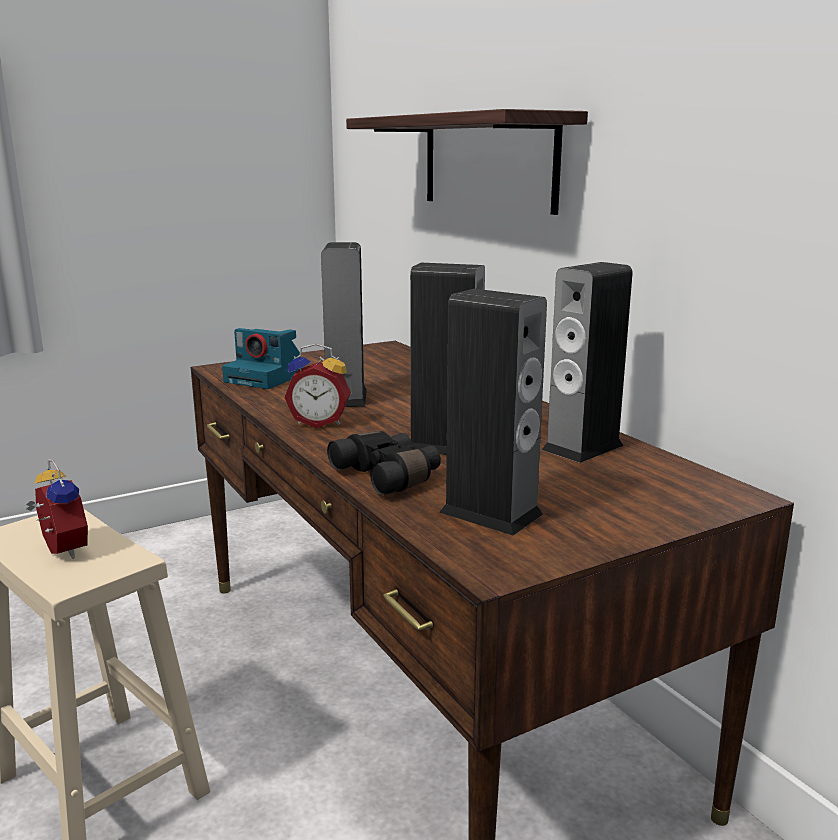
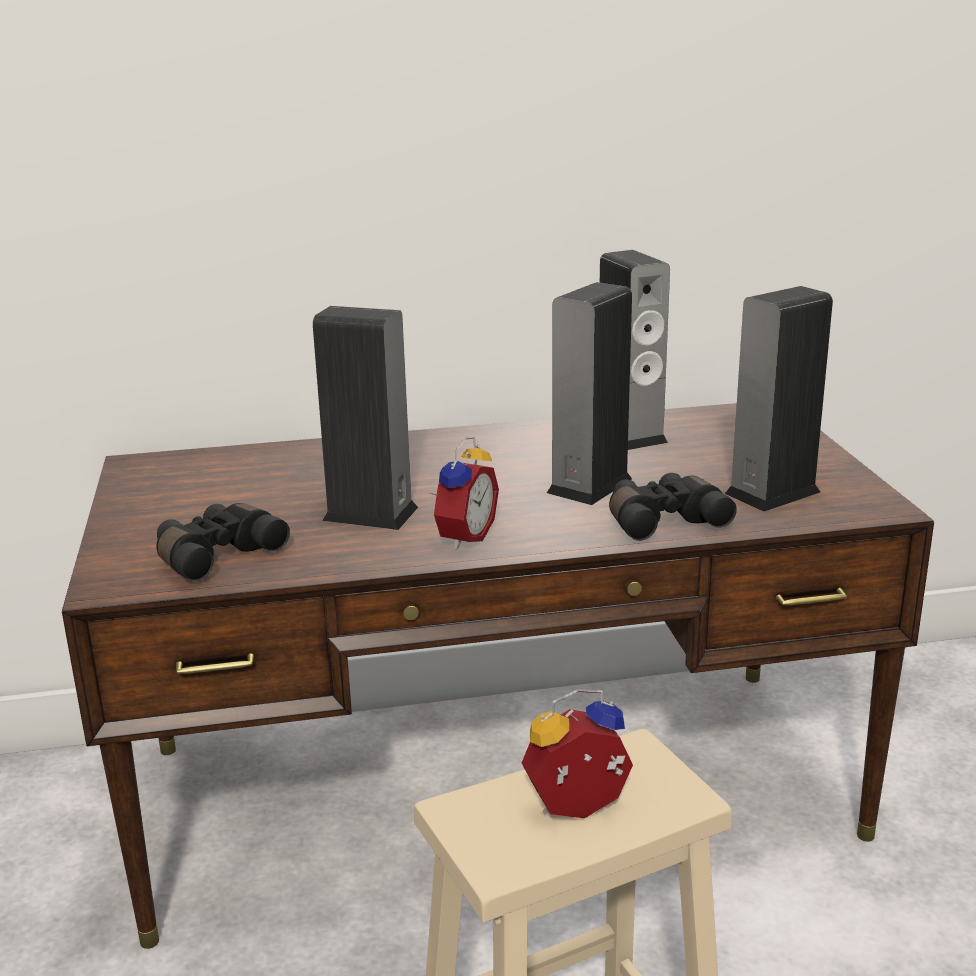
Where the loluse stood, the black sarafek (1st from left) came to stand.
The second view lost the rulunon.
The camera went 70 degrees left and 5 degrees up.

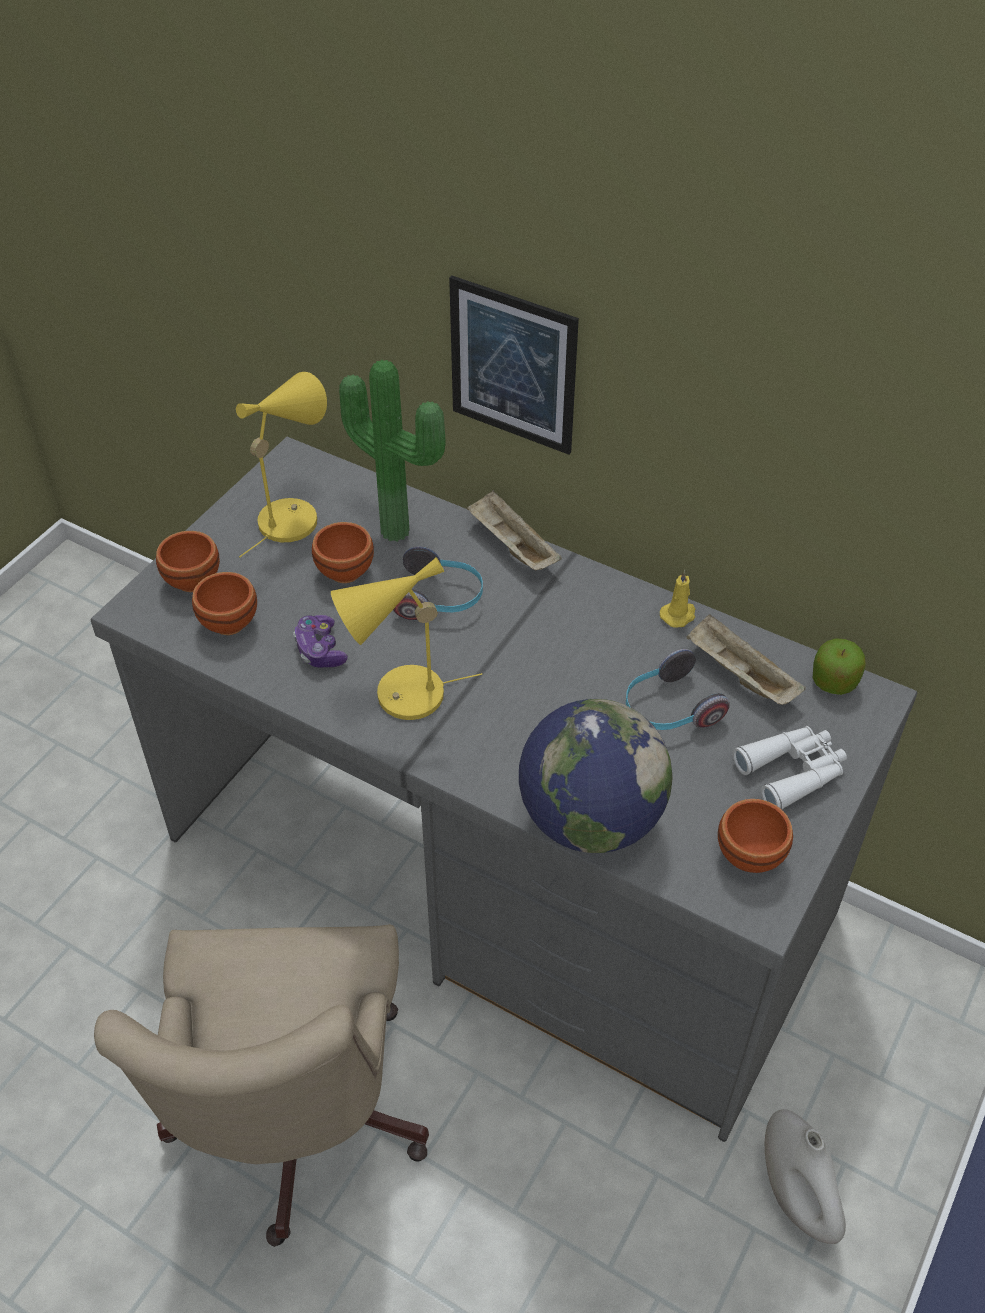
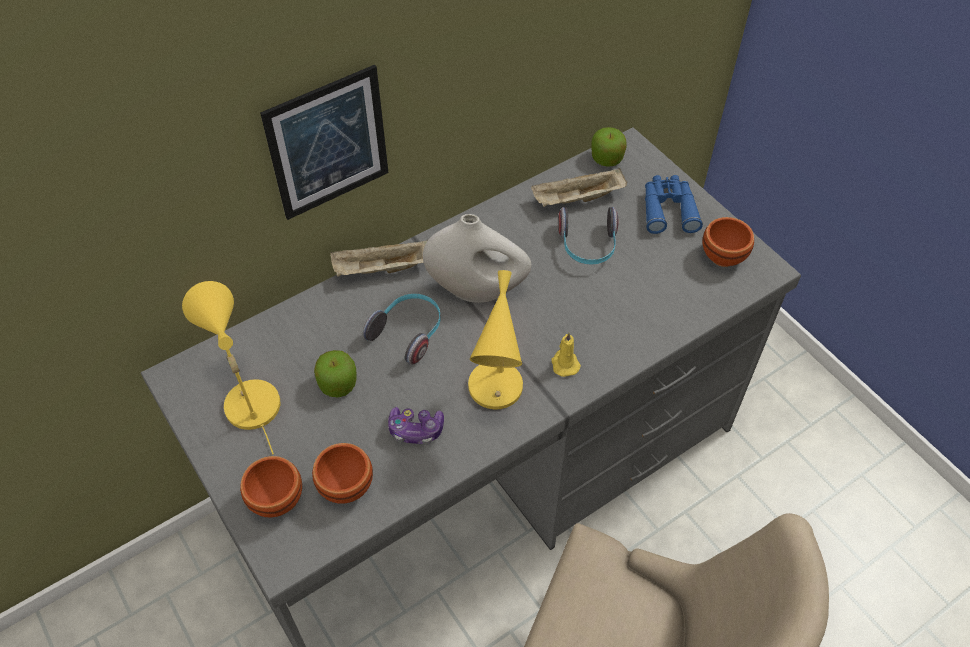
Where the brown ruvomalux (3rd from left) stood, the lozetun (1st from left) came to stand.
The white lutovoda ended up elsewhere.
The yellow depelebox ended up elsewhere.
What was the white sarafek turned into the blue sarafek.
The second view lost the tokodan.
The second view lost the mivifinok.
The camera went 65 degrees left and 5 degrees up.

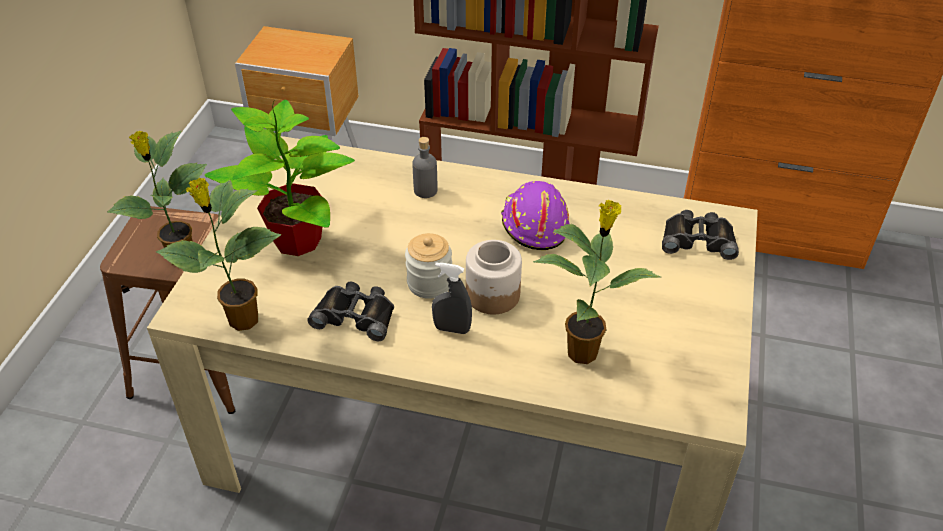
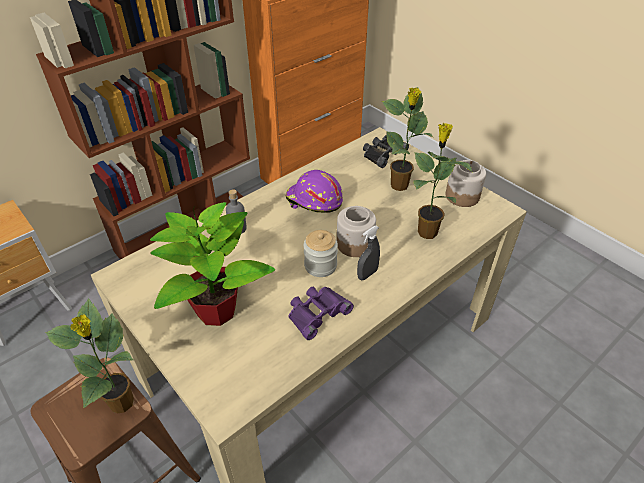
What was the black sarafek (1st from left) turned into the purple sarafek.
The tokodan (2nd from left in the first image) ended up elsewhere.
The second view gained the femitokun (3rd from left).
The camera went 55 degrees left and 0 degrees up.

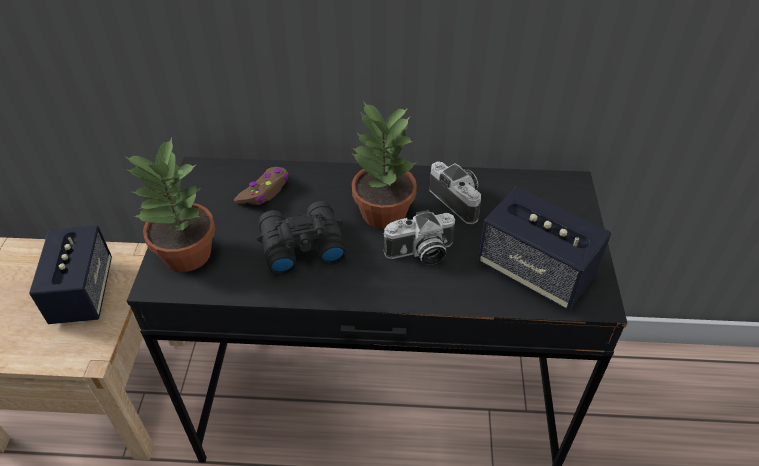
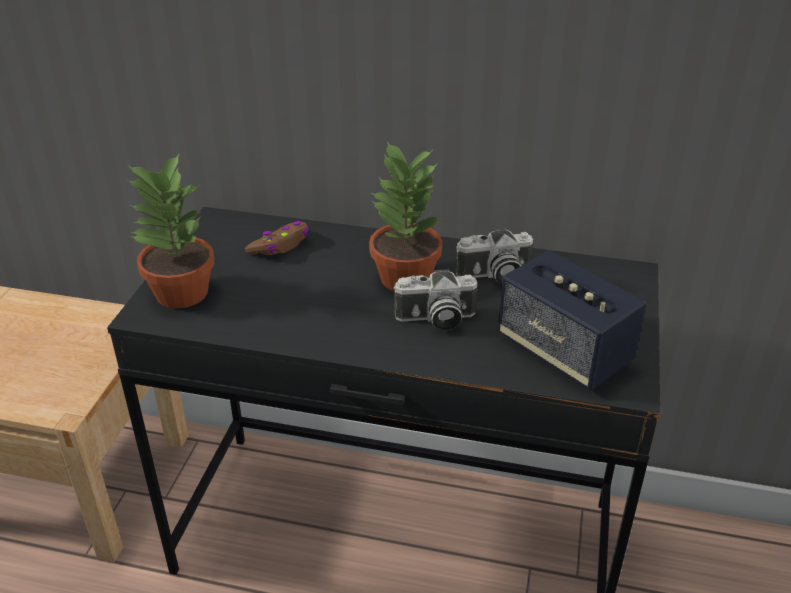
The loluse (2nd from left) ended up facing another way, 105 degrees clockwise from before.
The second view lost the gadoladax (1st from left).
The second view lost the black sarafek.
The camera went 10 degrees right and 10 degrees down.

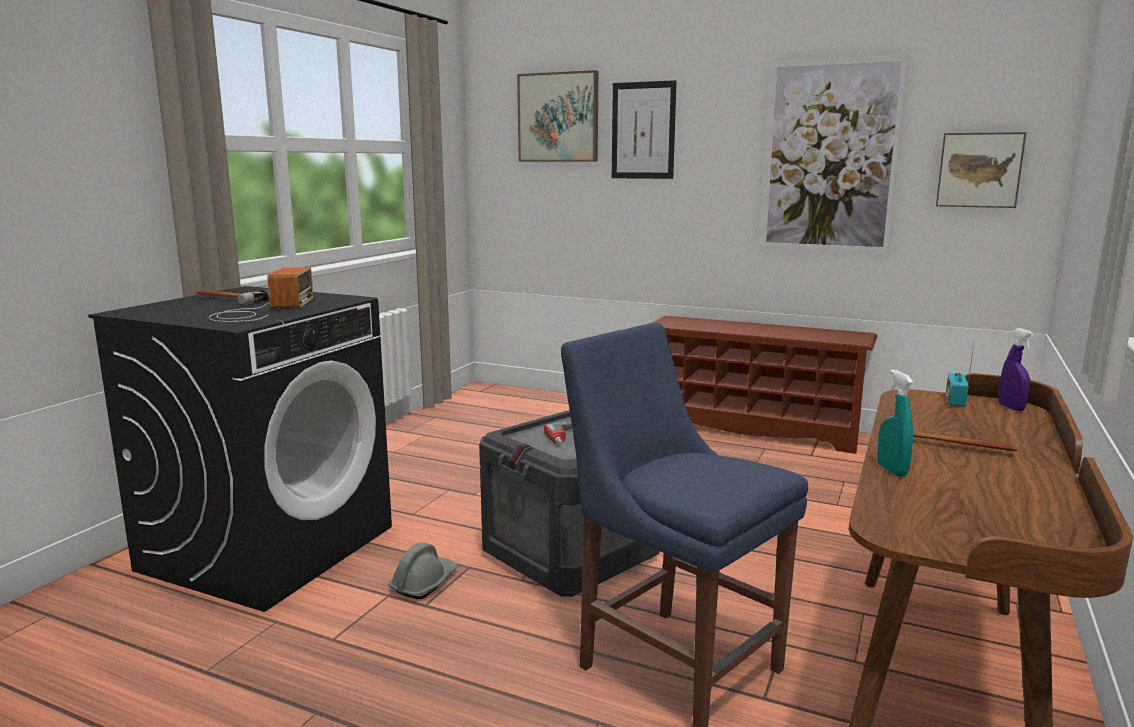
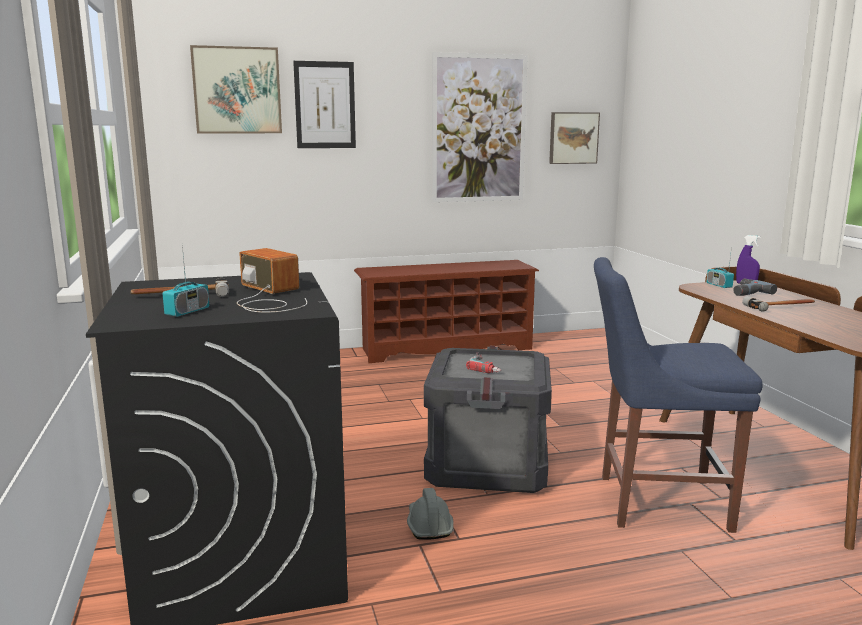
The second view gained the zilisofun (1st from left).
The second view gained the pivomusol (2nd from left).
The second view lost the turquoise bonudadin.
The camera went 40 degrees left and 0 degrees up.

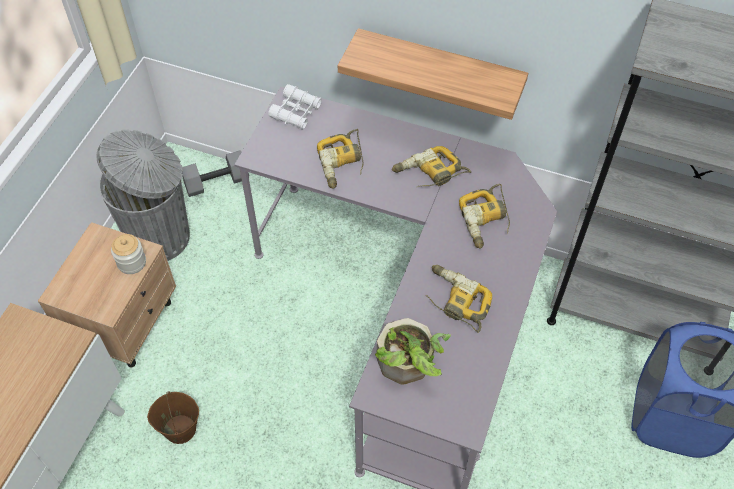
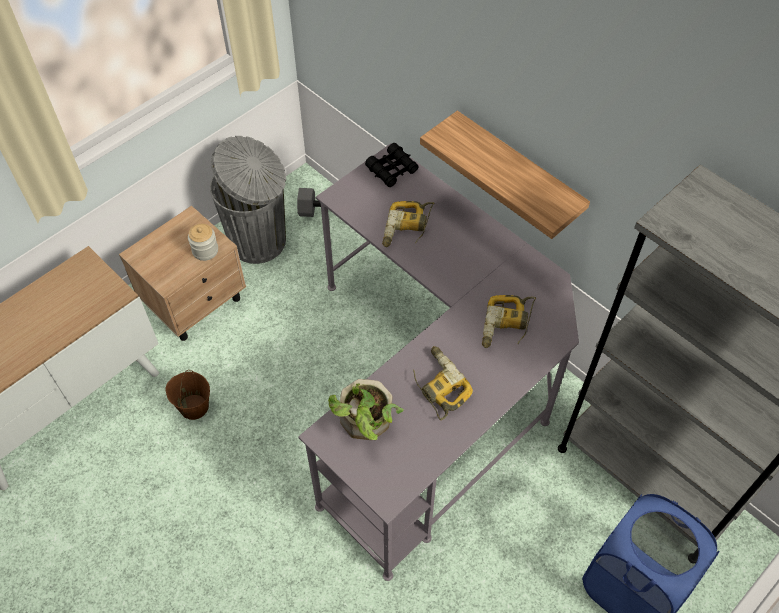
What was the white sarafek turned into the black sarafek.
The second view lost the pivomusol (2nd from left).
The camera went 25 degrees right and 0 degrees up.

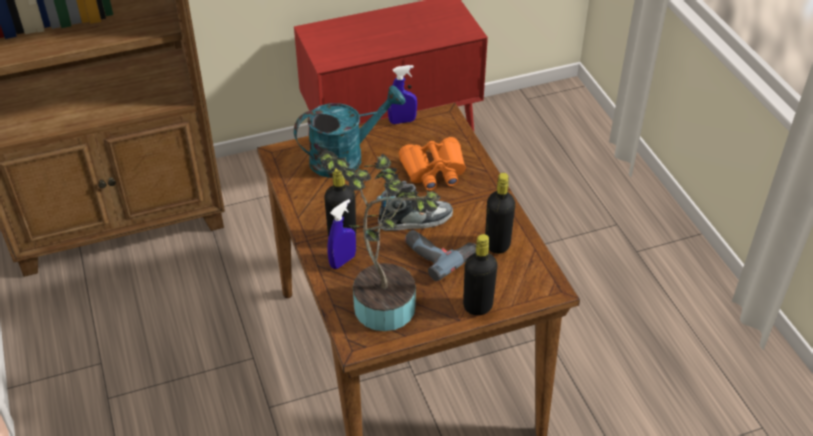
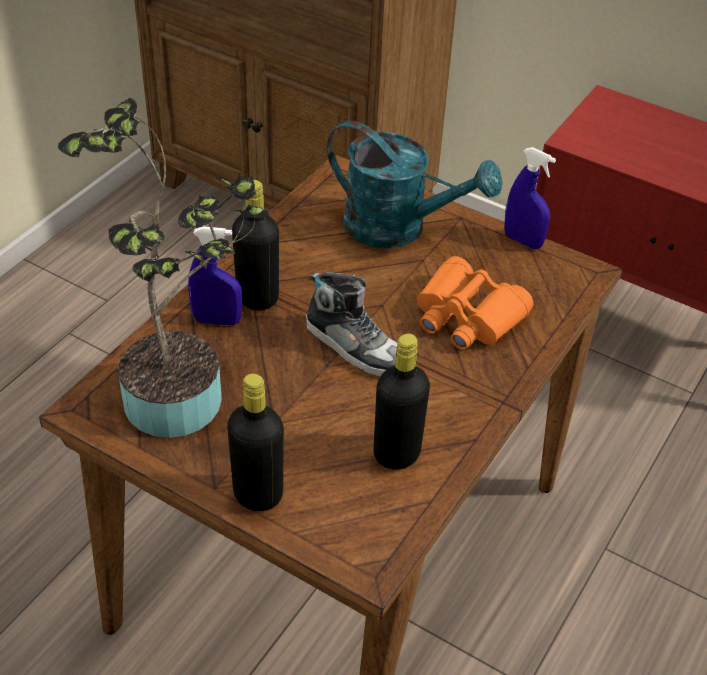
The second view lost the pivomusol.
The camera went 50 degrees right and 0 degrees up.

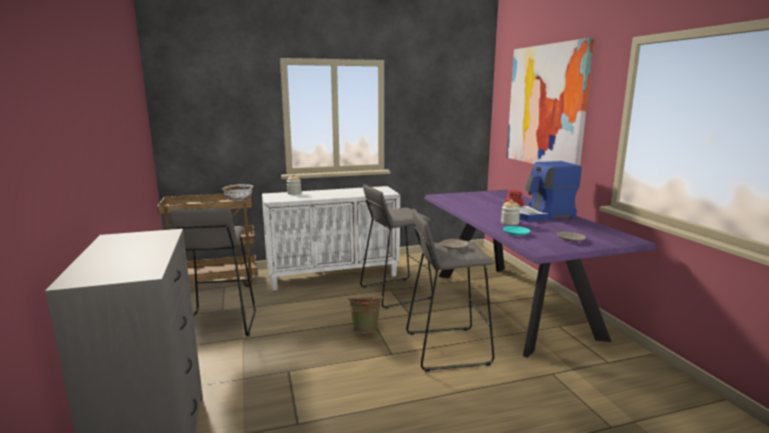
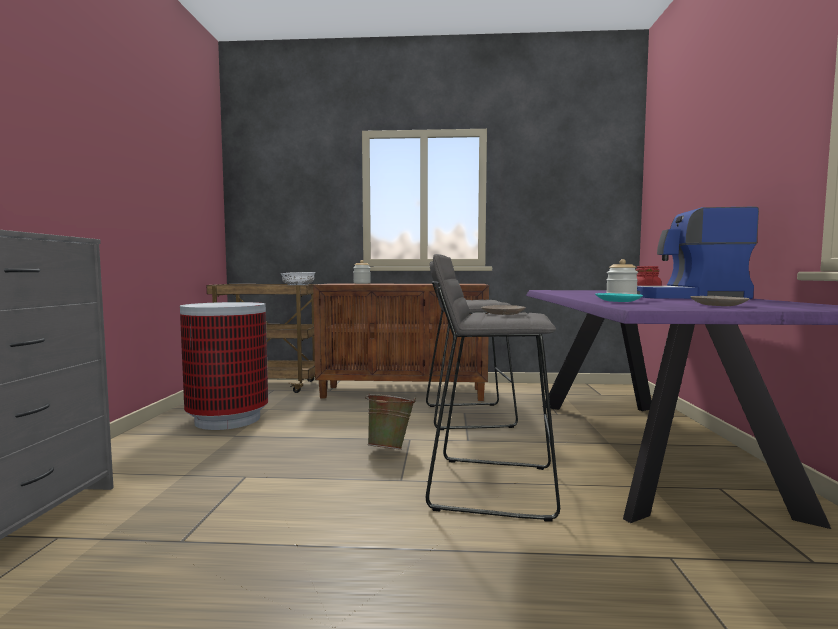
Where the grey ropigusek (1st from left) stood, the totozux came to stand.
What was the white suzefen turned into the brown suzefen.
The second view lost the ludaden.
The camera went 20 degrees right and 10 degrees down.

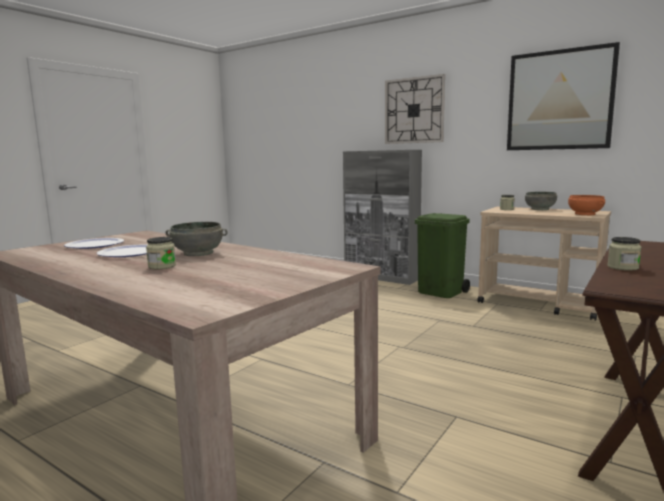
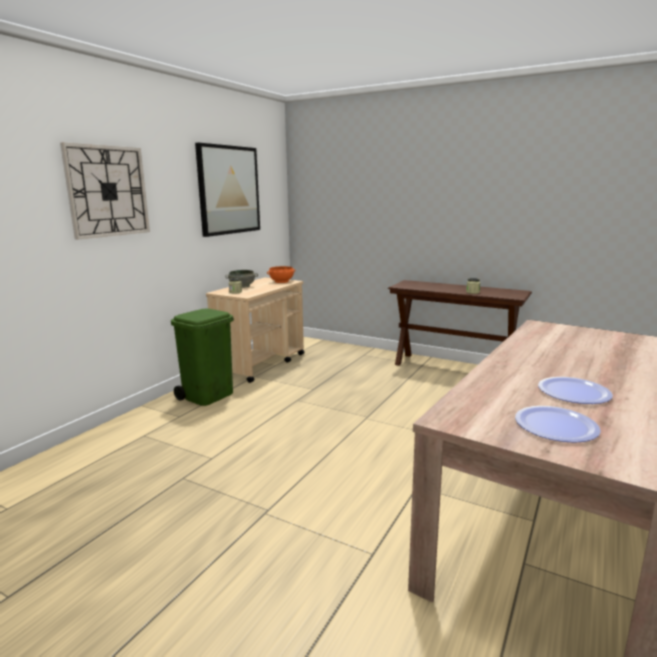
The second view lost the femitokun (1st from left).
The second view lost the grey ruvomalux (1st from left).
The second view lost the grey suzefen.
The camera went 95 degrees left and 5 degrees up.

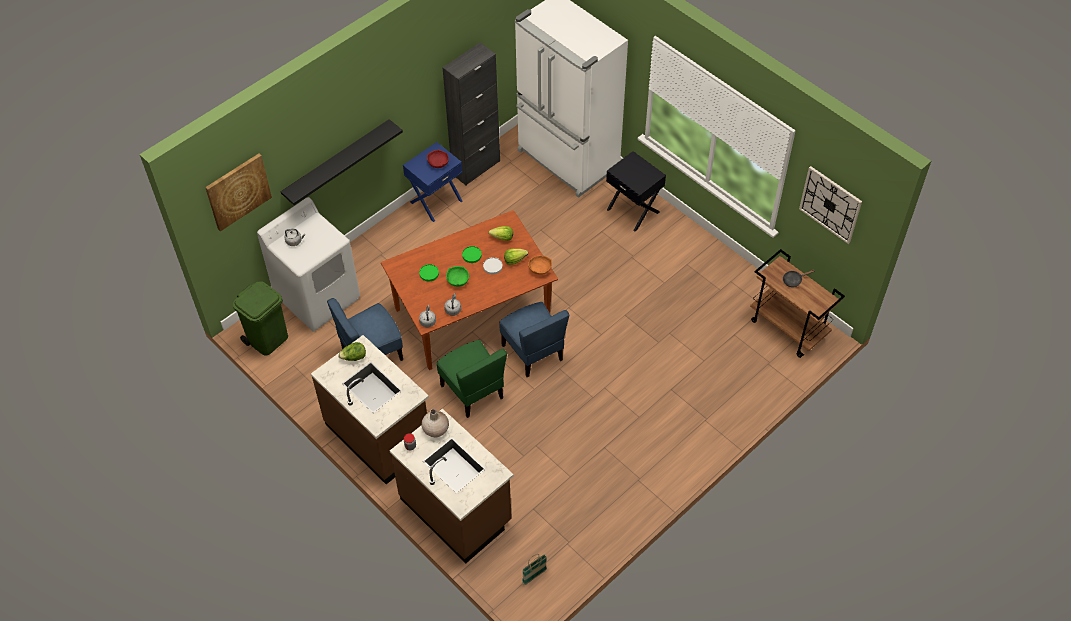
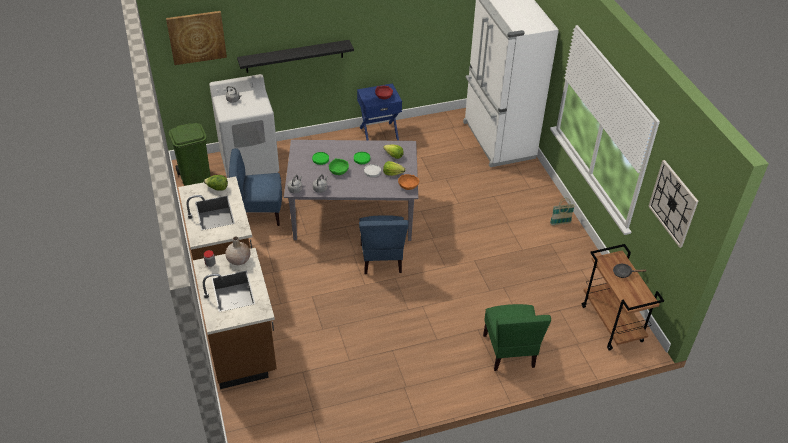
What was the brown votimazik turned into the grey votimazik.
The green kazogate ended up elsewhere.
The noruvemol ended up elsewhere.
The second view lost the black suzefen.
The second view lost the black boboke.
The camera went 25 degrees right and 10 degrees down.

